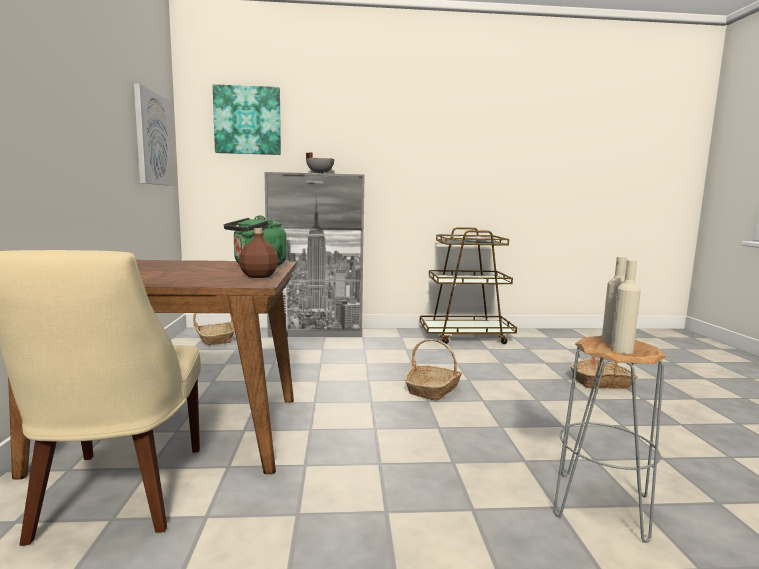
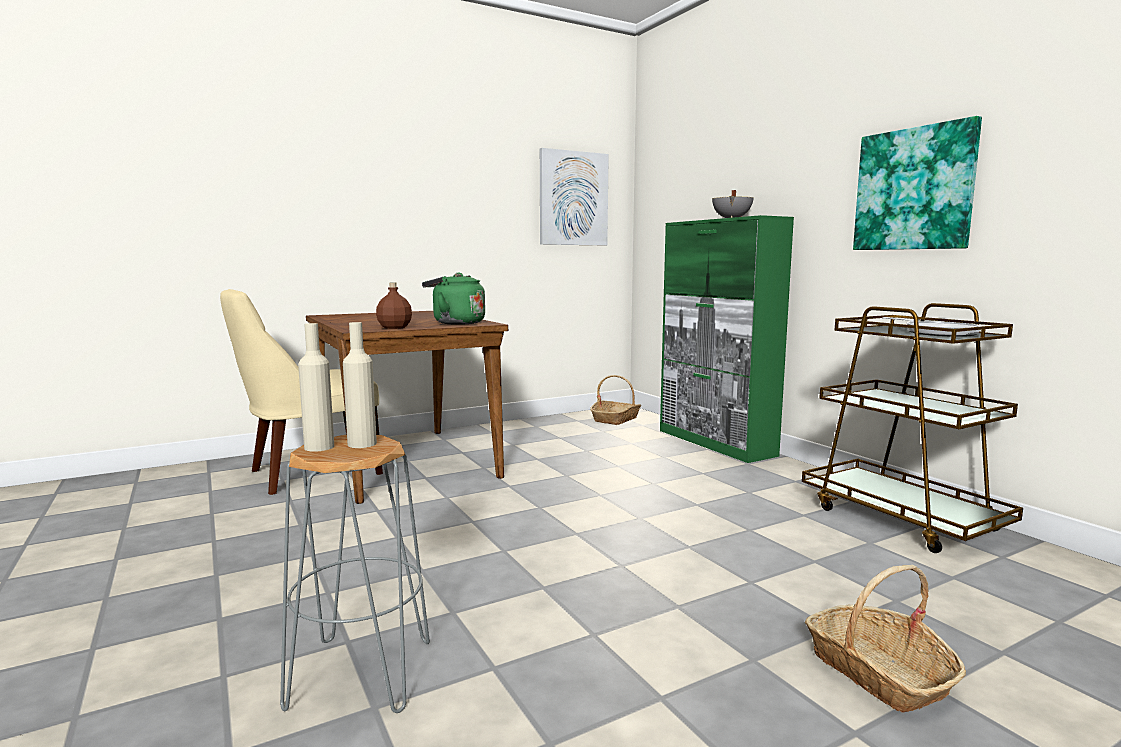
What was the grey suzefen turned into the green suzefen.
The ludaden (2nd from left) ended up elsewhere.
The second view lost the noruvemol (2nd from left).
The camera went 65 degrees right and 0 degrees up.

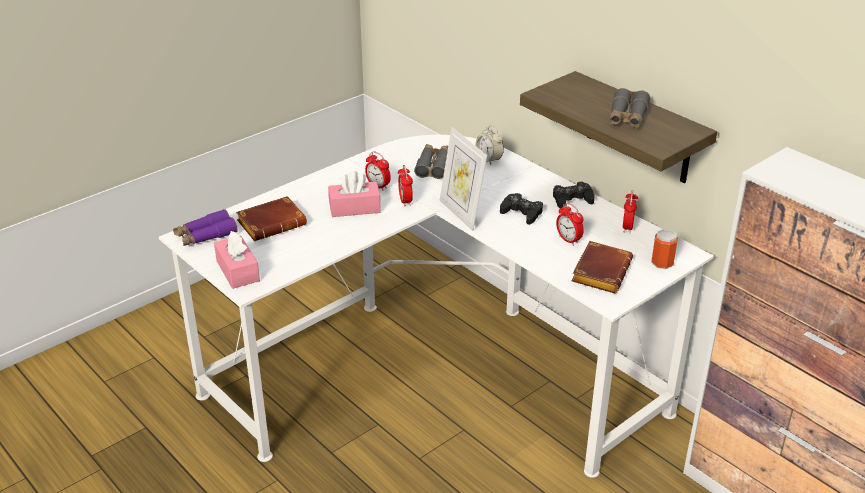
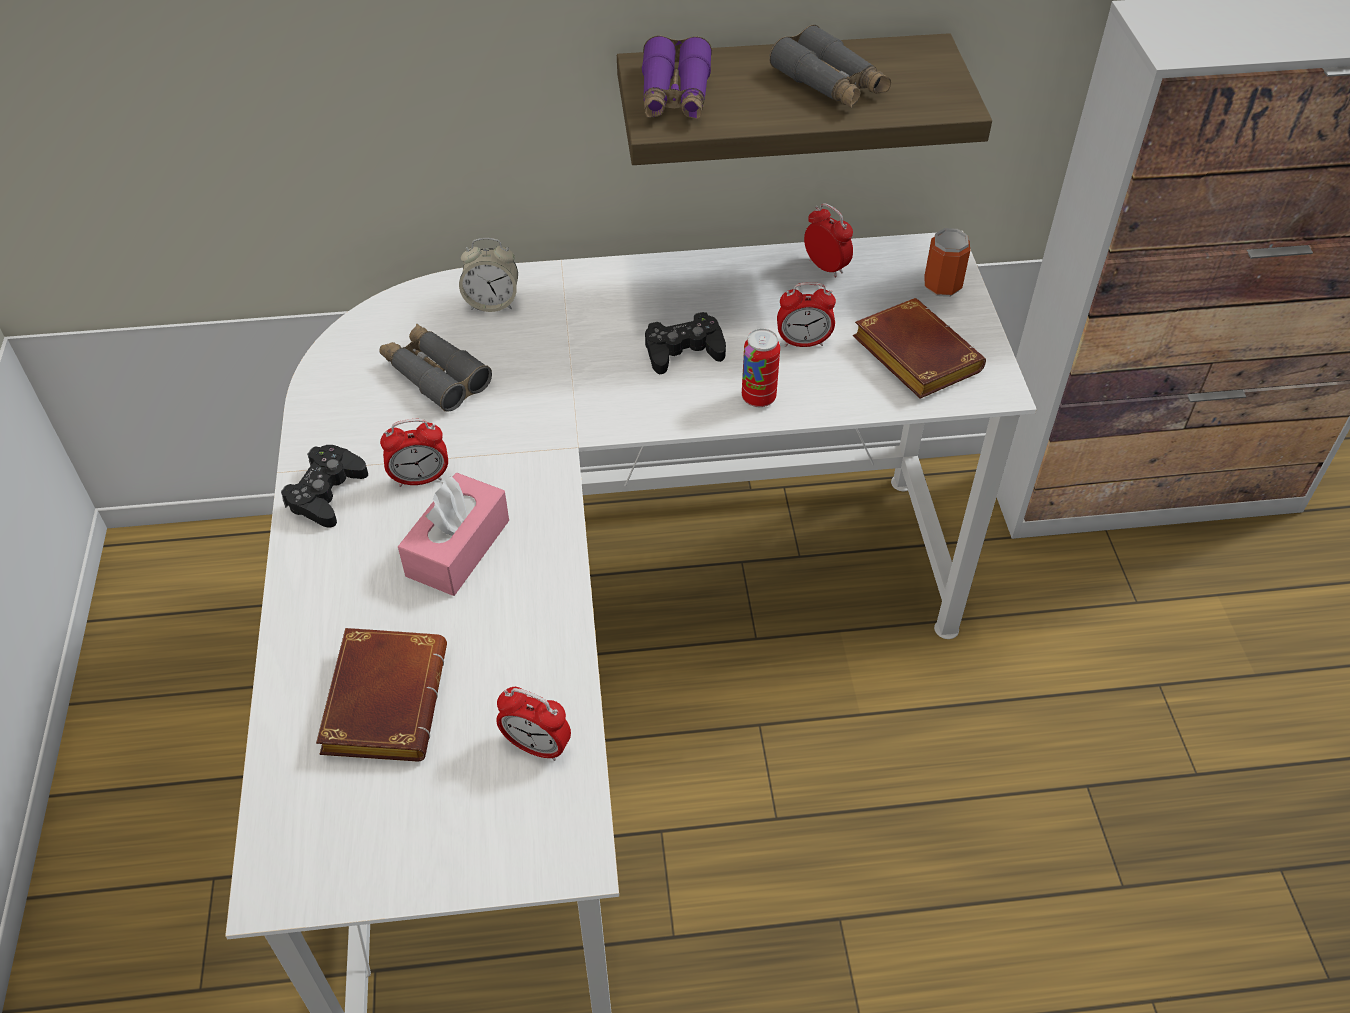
The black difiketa (2nd from left in the first image) ended up elsewhere.
The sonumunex (2nd from left in the first image) ended up elsewhere.
The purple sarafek ended up elsewhere.
The second view gained the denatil (1st from left).
The second view lost the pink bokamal (1st from left).
The second view lost the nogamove.
The camera went 55 degrees left and 15 degrees up.

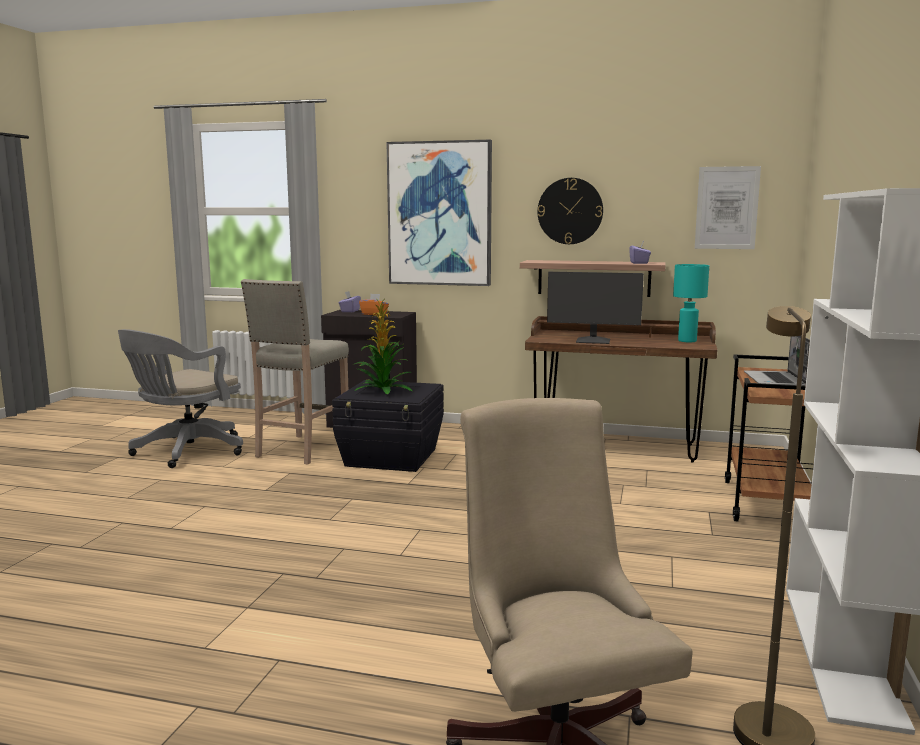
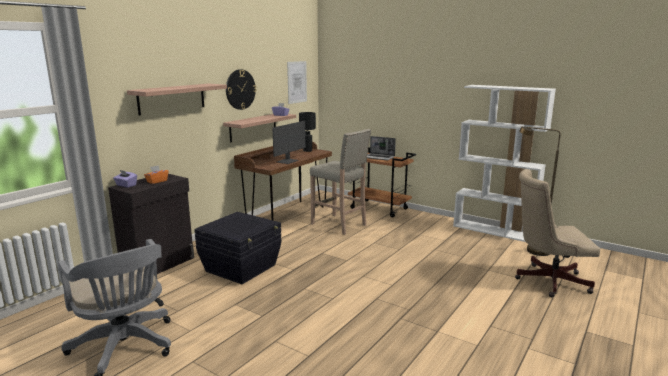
Where the ludaden (1st from left) hung, the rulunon (1st from left) came to hang.
What was the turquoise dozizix turned into the black dozizix.
The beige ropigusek ended up elsewhere.
The second view lost the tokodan.
The camera went 70 degrees left and 5 degrees up.

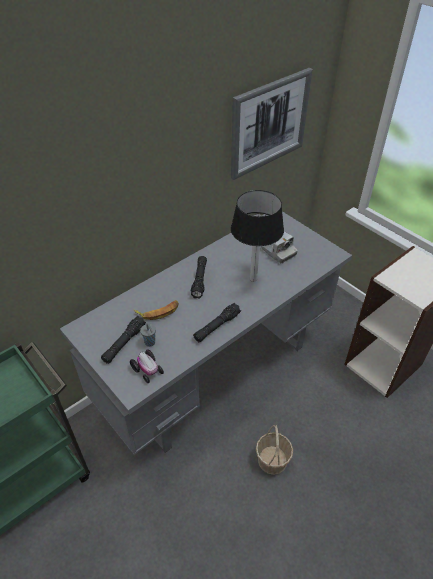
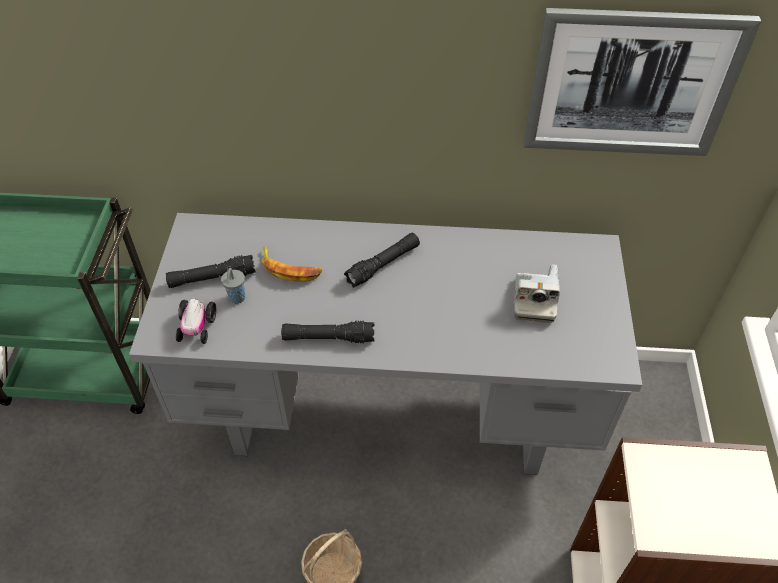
The second view lost the dozizix.
The camera went 45 degrees right and 5 degrees up.

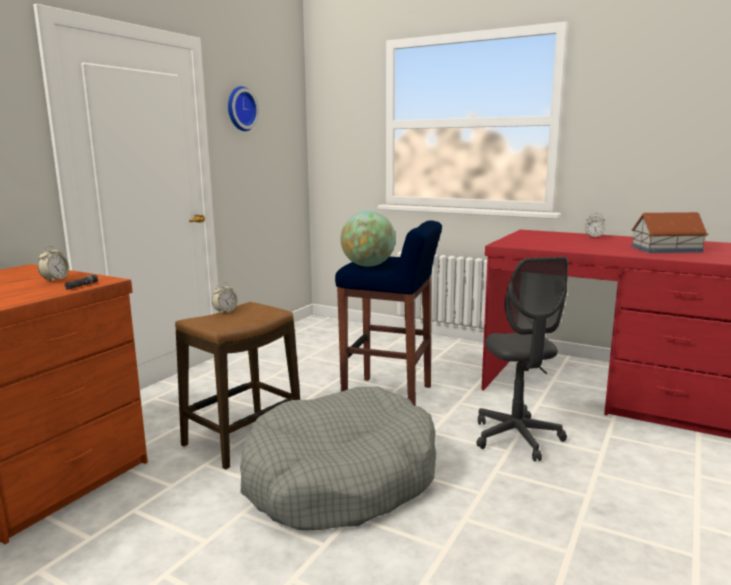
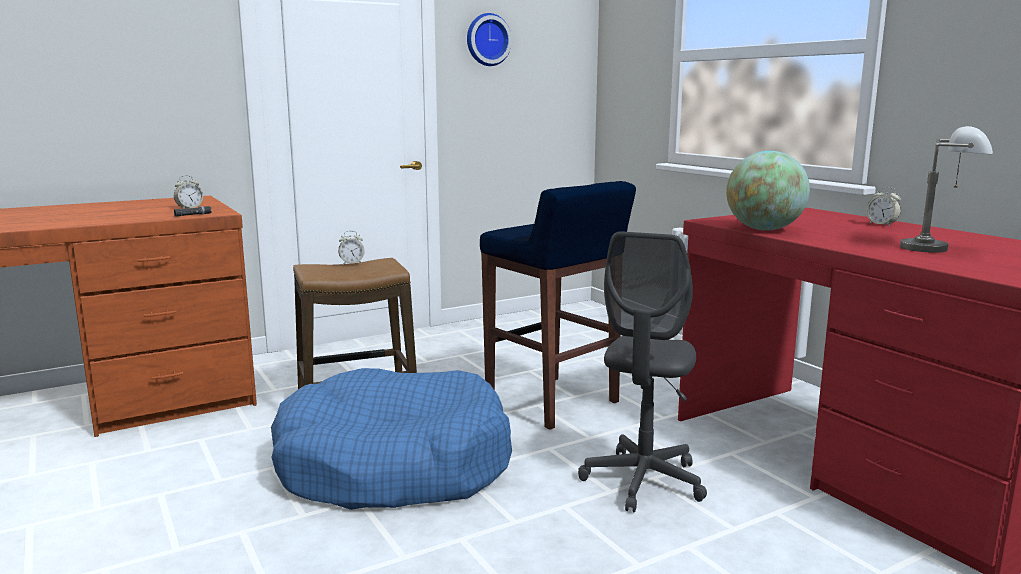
What was the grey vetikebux turned into the blue vetikebux.
The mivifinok ended up elsewhere.
Where the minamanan stood, the grey dozizix came to stand.
The camera went 30 degrees right and 0 degrees up.

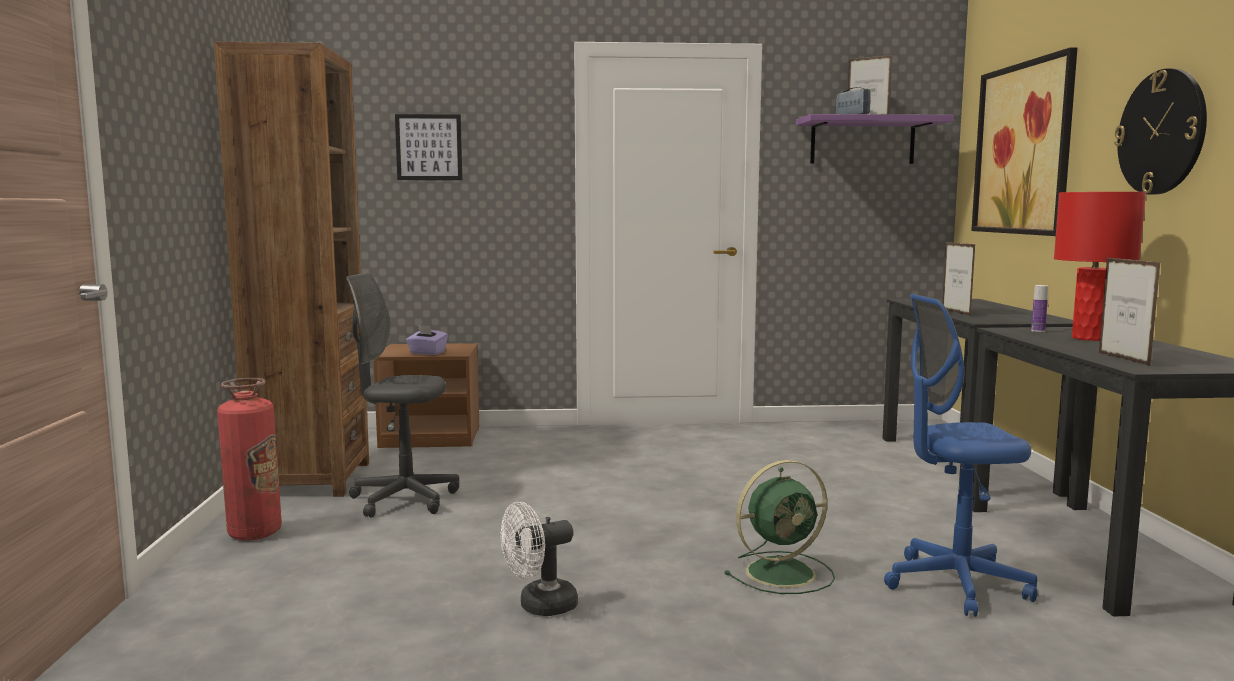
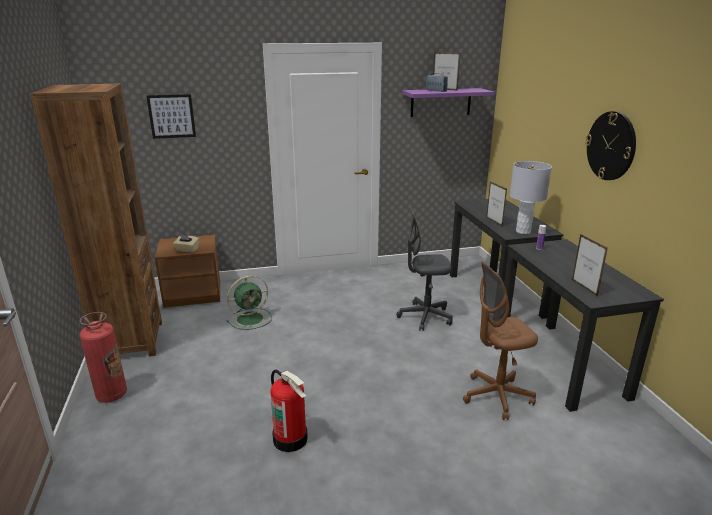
What was the purple bokamal turned into the beige bokamal.
The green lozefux ended up elsewhere.
Where the white lozefux stood, the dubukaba (2nd from left) came to stand.
The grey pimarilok ended up elsewhere.
What was the blue pimarilok turned into the brown pimarilok.
The second view gained the grey dozizix.
The second view lost the ludaden (2nd from left).
The second view lost the red dozizix.
The camera went 10 degrees left and 15 degrees up.

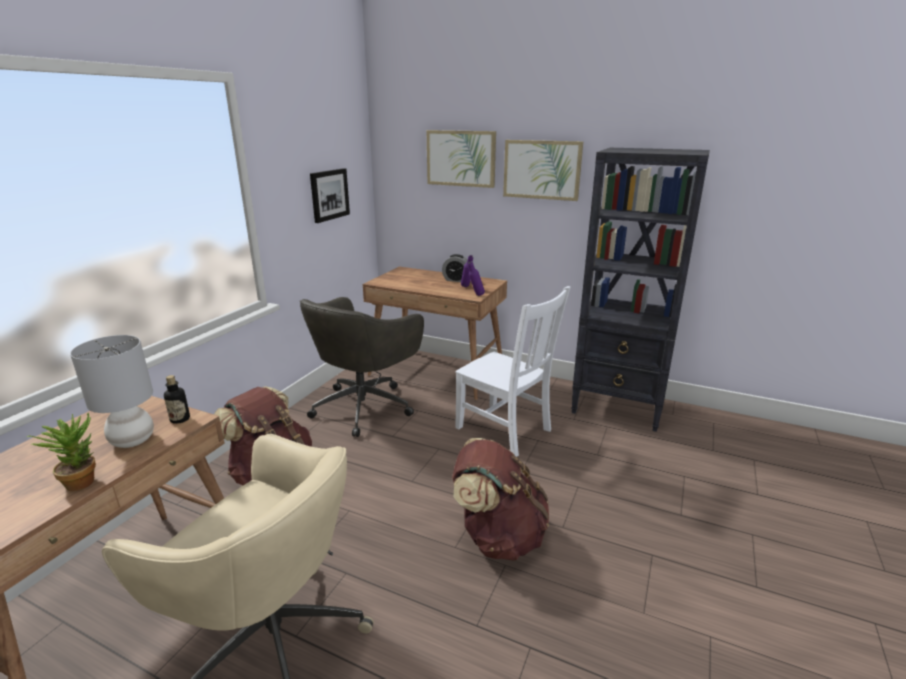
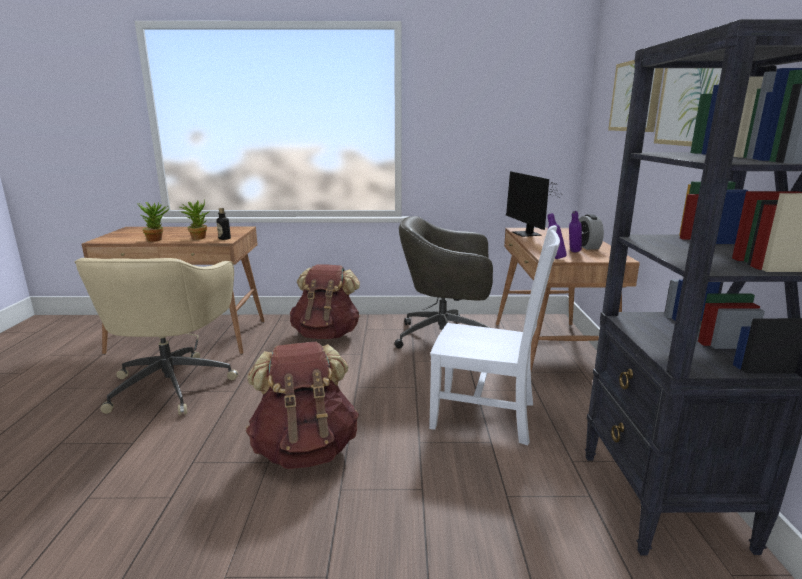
Where the grey dozizix stood, the tokodan (2nd from left) came to stand.
The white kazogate ended up facing another way, 90 degrees counterclockwise from before.
The second view gained the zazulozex.
The second view lost the ludaden (1st from left).
The camera went 65 degrees right and 5 degrees down.

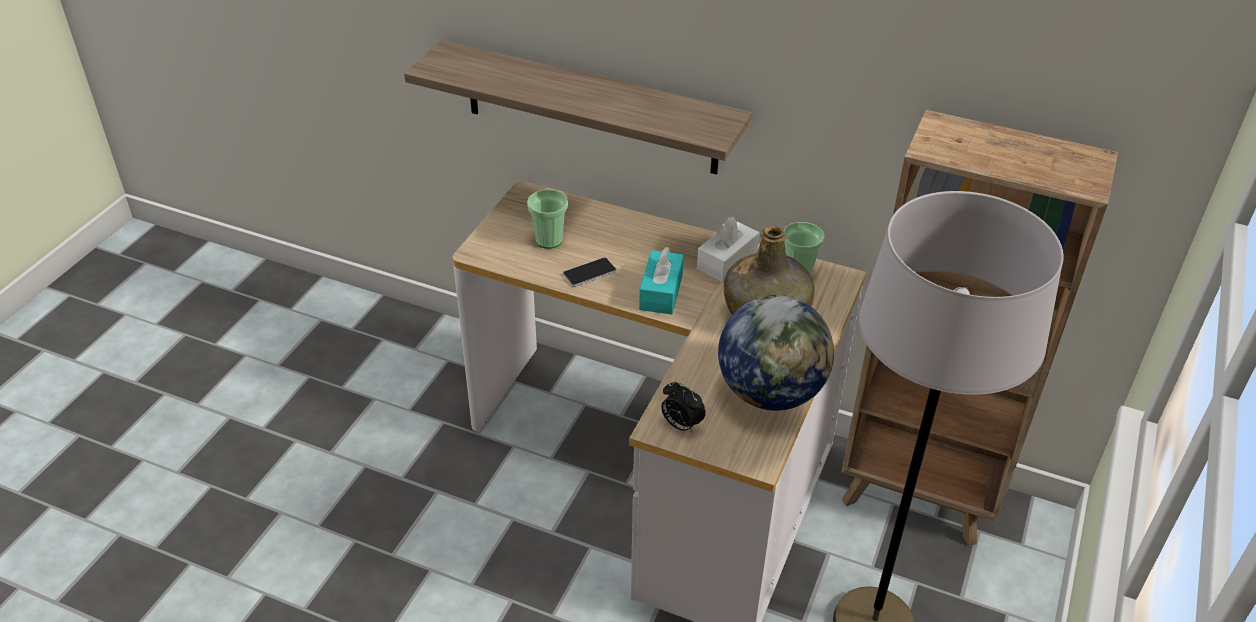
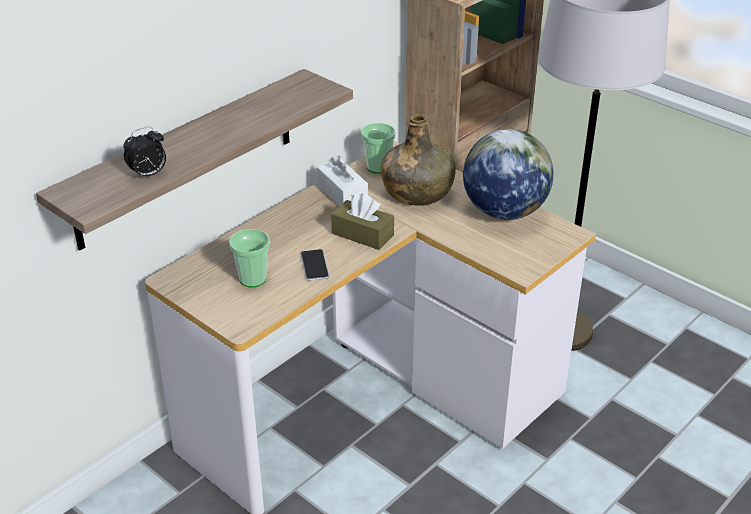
The sonumunex ended up elsewhere.
What was the turquoise bokamal turned into the brown bokamal.
The camera went 70 degrees left and 5 degrees down.

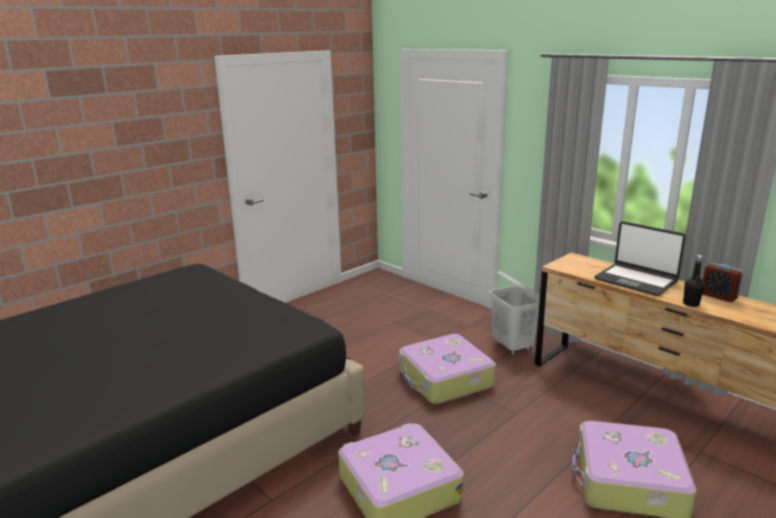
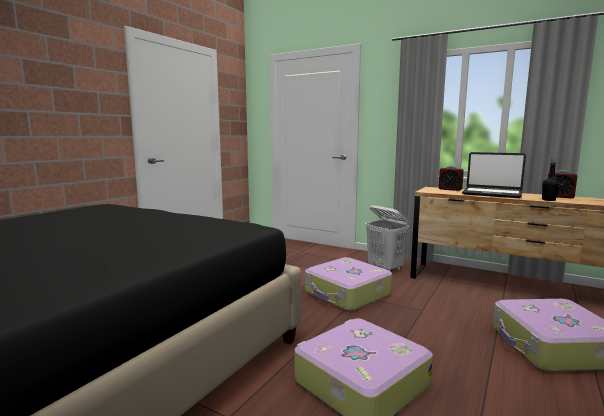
The second view gained the sonumunex (1st from left).
The camera went 15 degrees left and 10 degrees down.

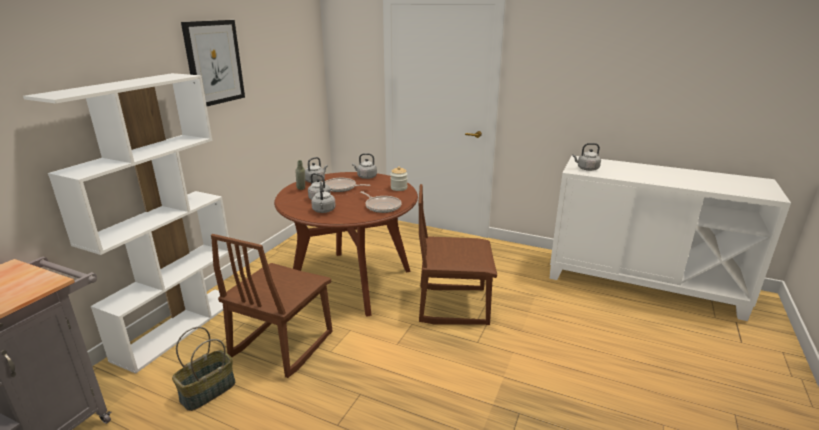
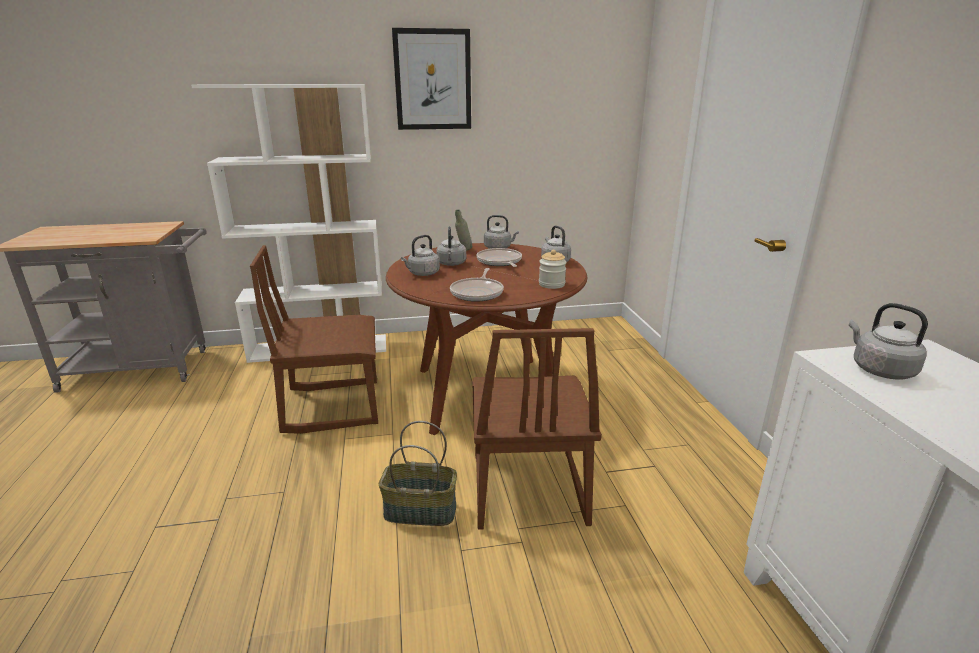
The noruvemol ended up elsewhere.
The brown kazogate (2nd from left) ended up facing another way, 150 degrees counterclockwise from before.
The camera went 55 degrees right and 0 degrees up.

